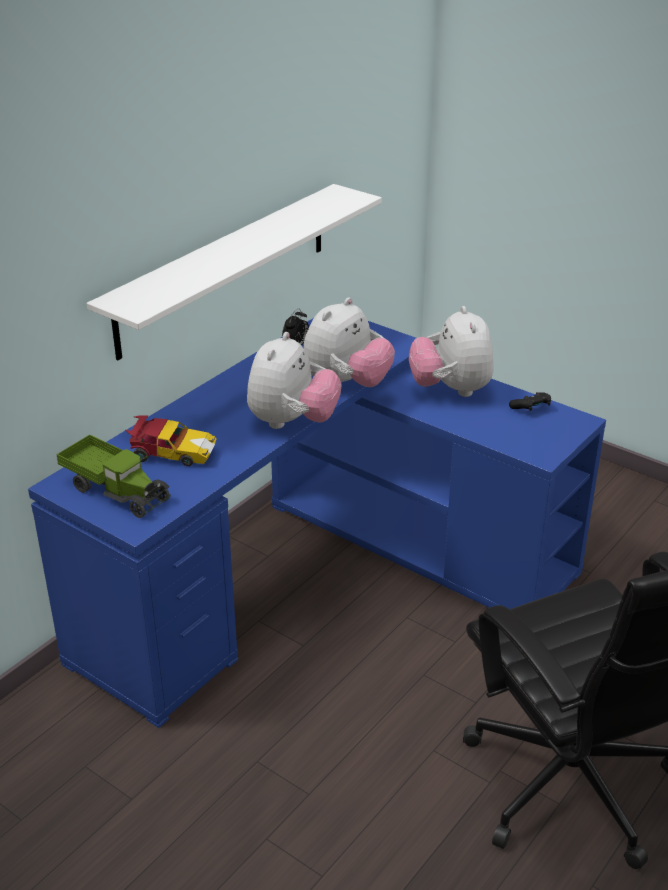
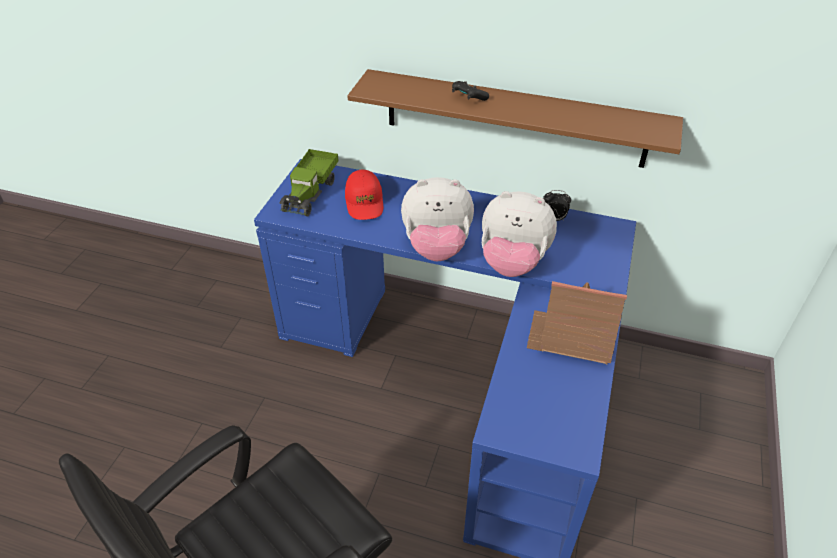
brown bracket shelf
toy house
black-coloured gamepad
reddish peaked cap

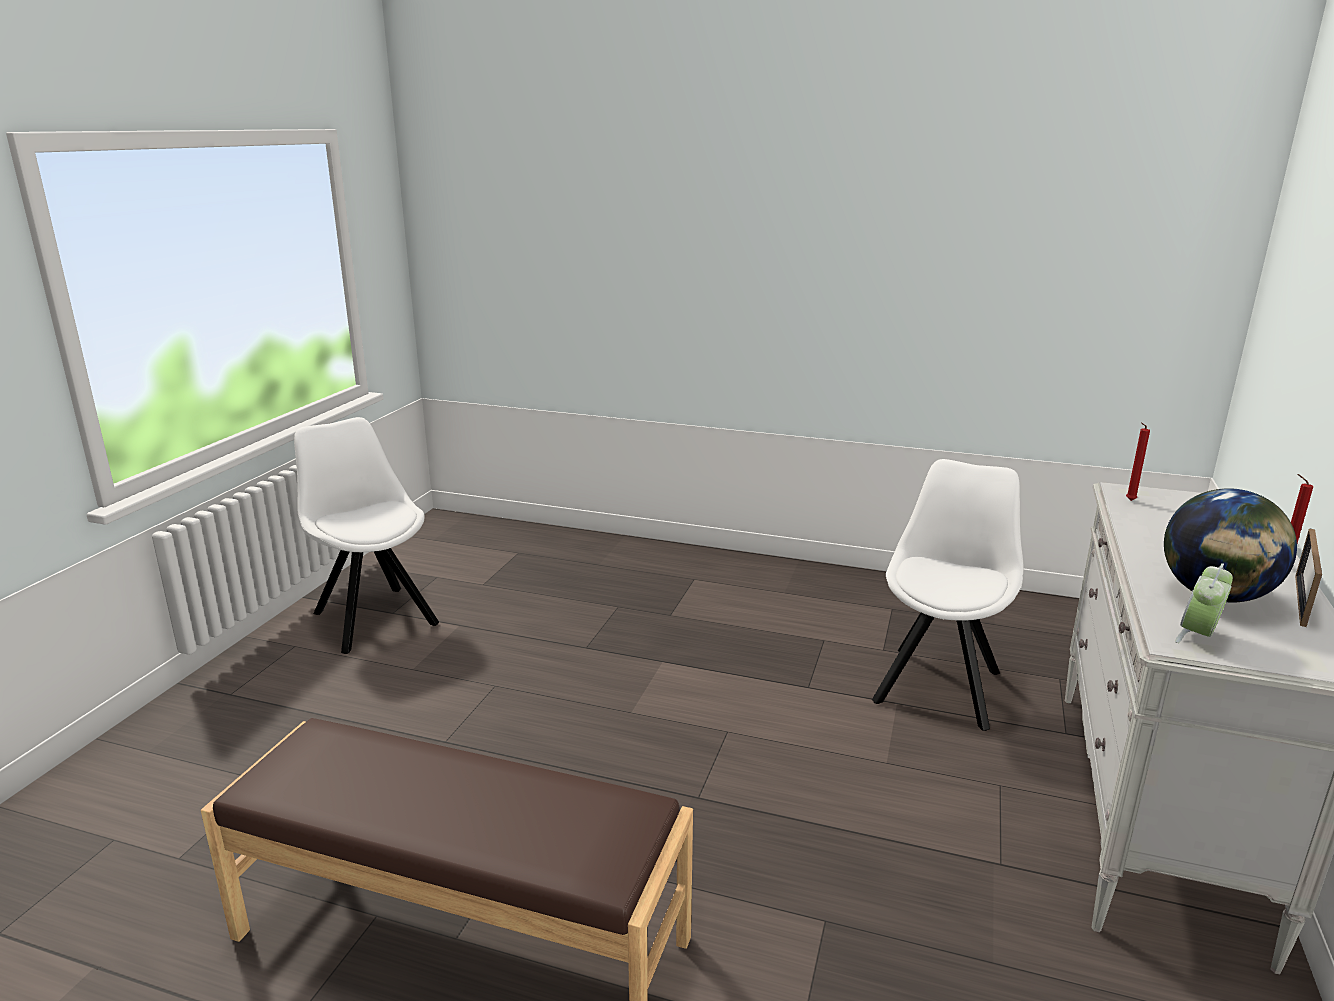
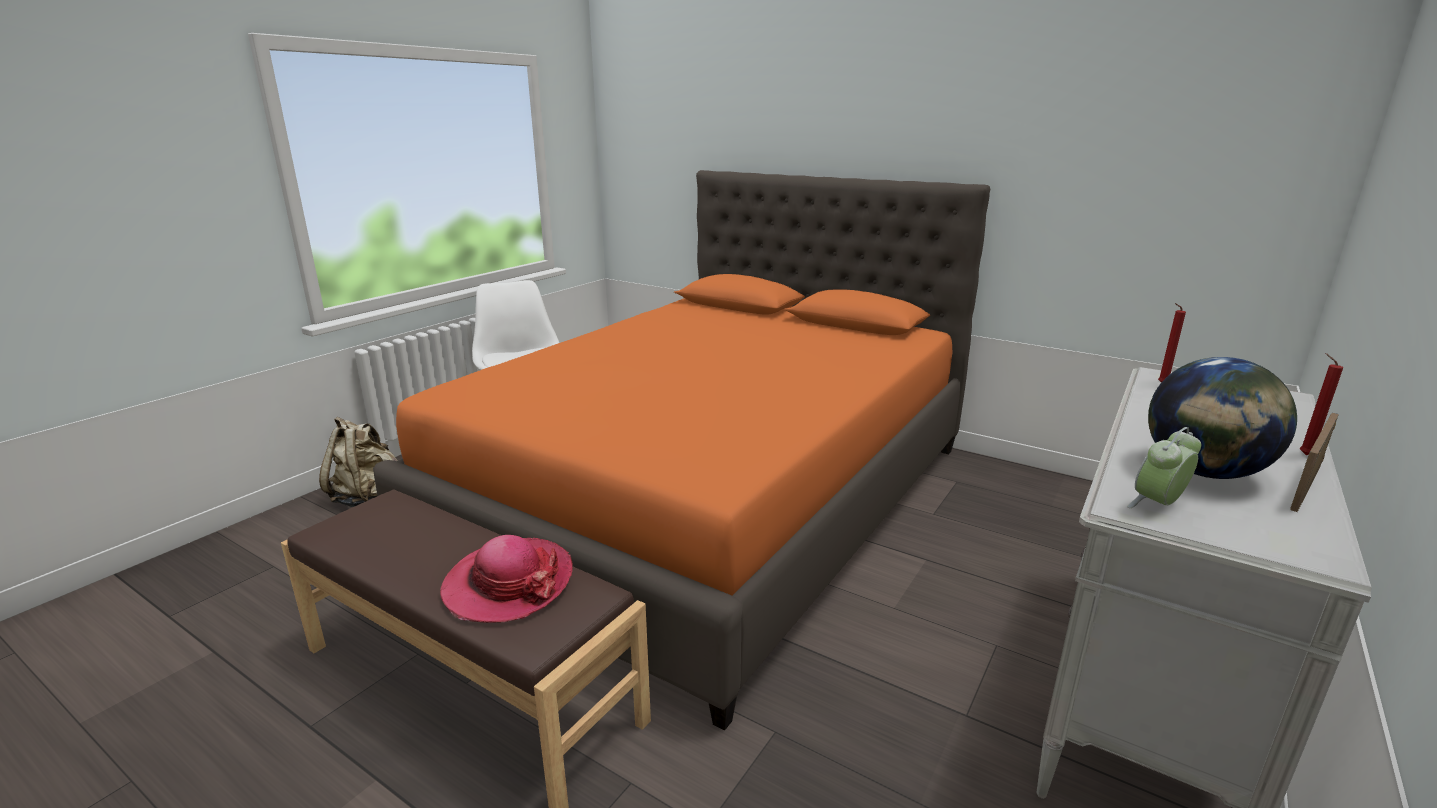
whitish chair (no. 2 from left in the first image)
orange sleeping bed
beige-coloured backpack
hat

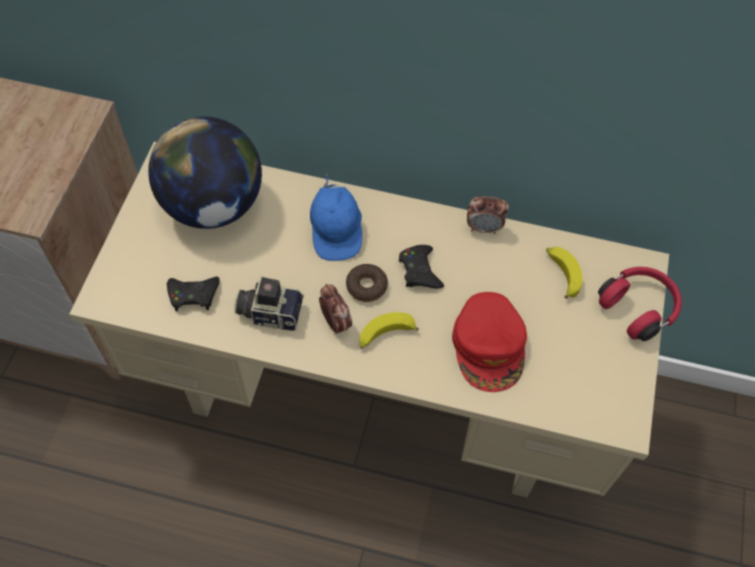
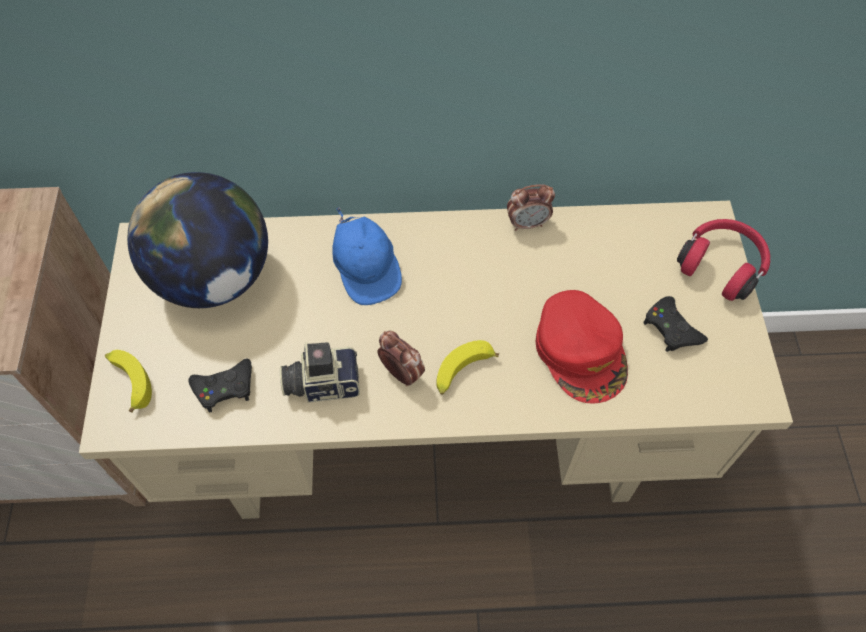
black-coloured gamepad (no. 2 from left)
whole banana (no. 1 from left)
ring doughnut

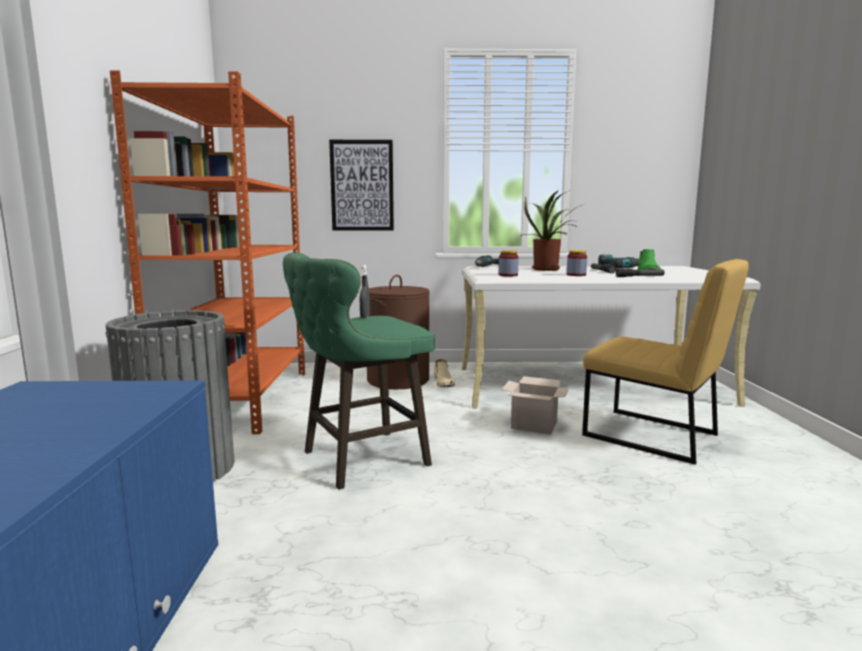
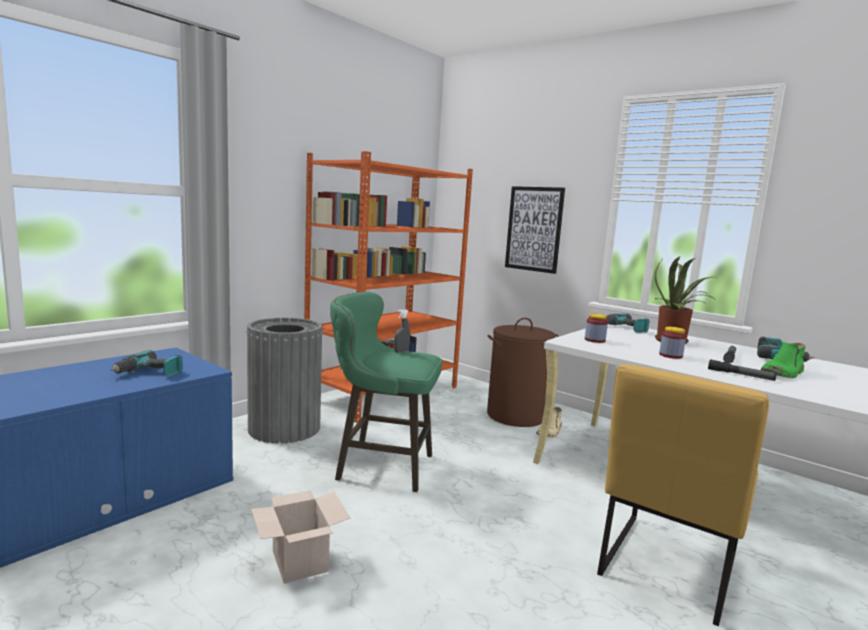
yellow chair
packing box
drill (no. 1 from left)

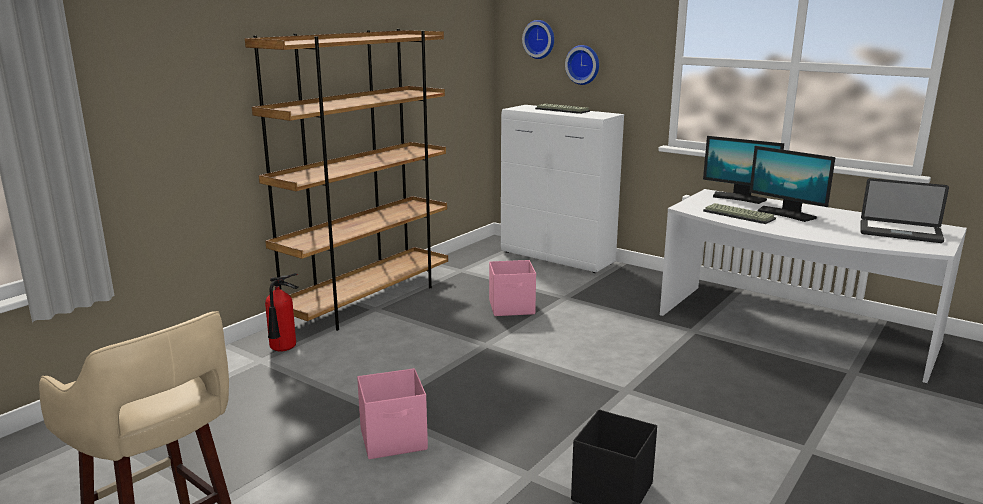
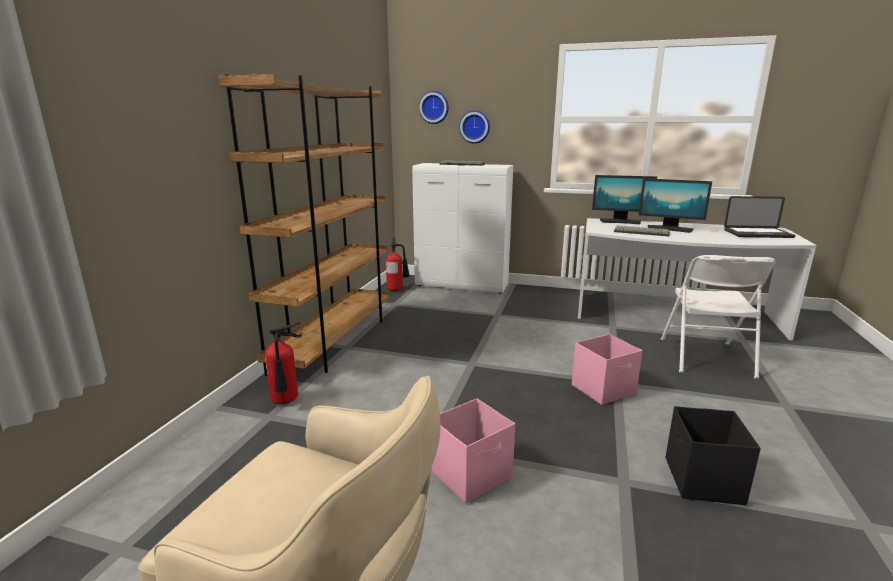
pink-coloured storage box (no. 2 from left)
fire-fighting cylinder (no. 2 from left)
whitish chair

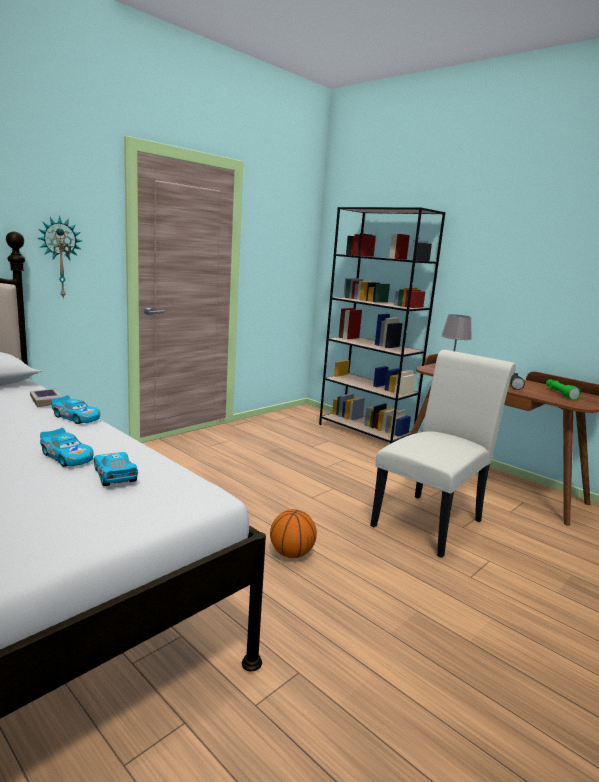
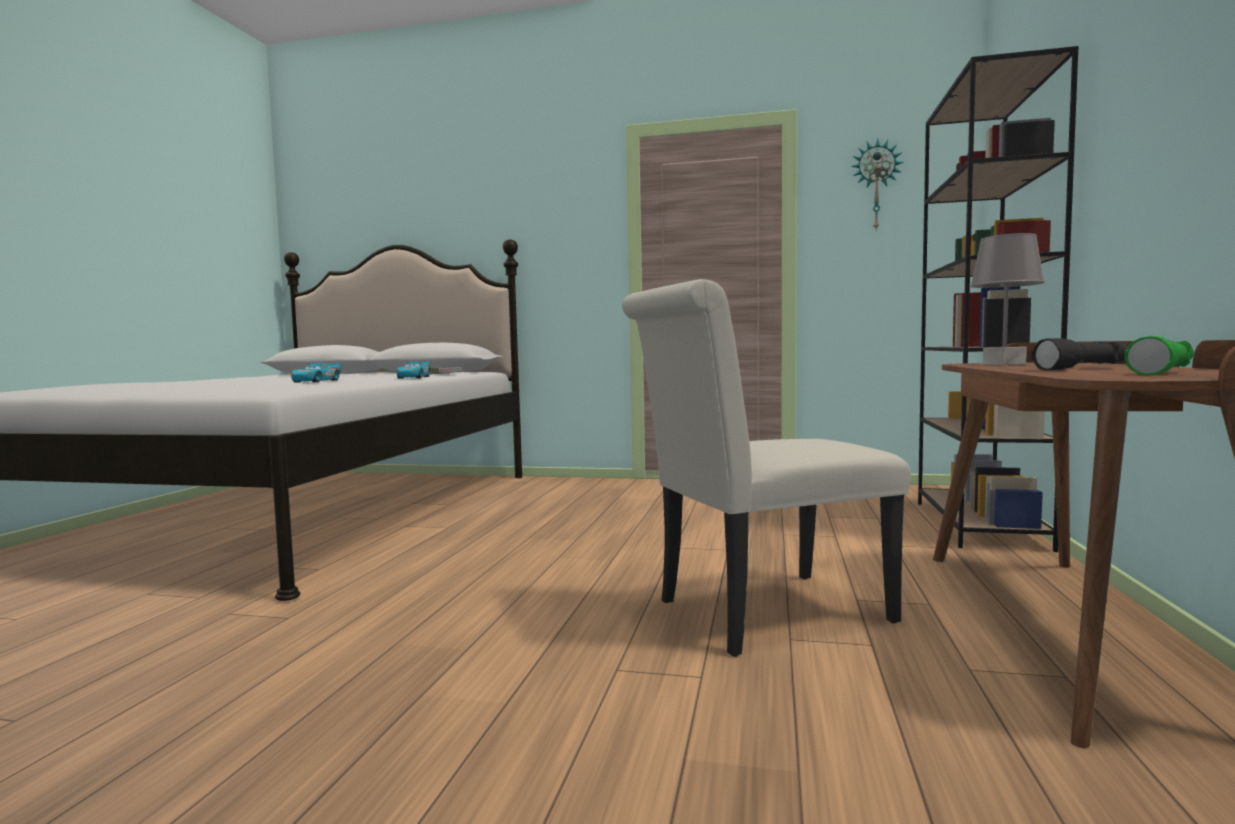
hanging clock
whitish chair
model car (no. 3 from left in the first image)
basketball

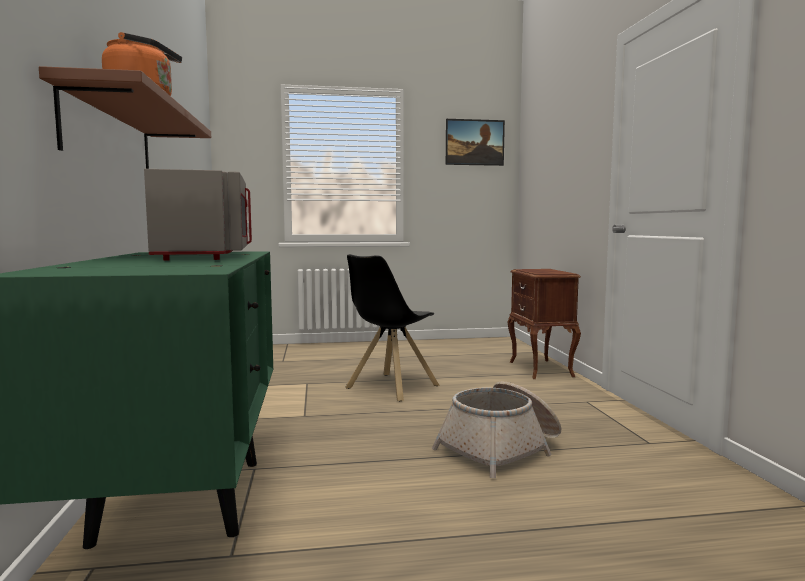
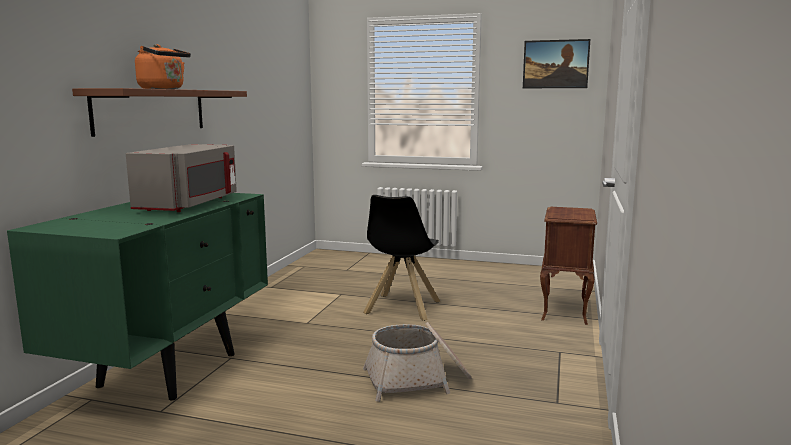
black-coloured chair

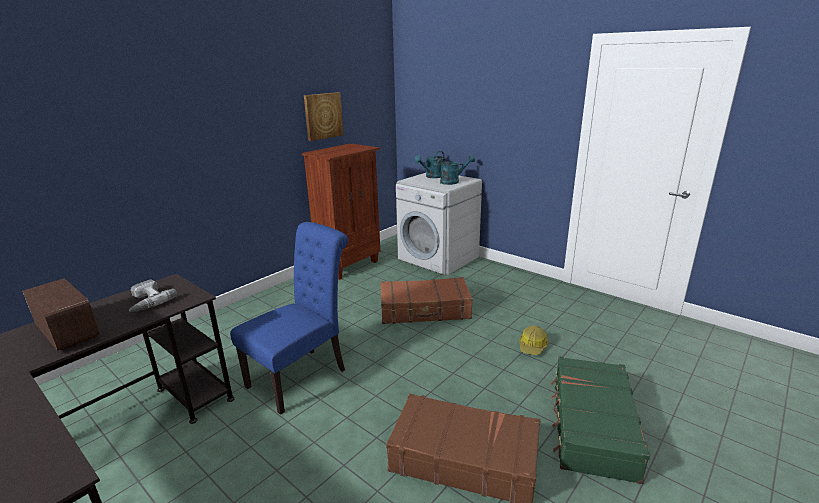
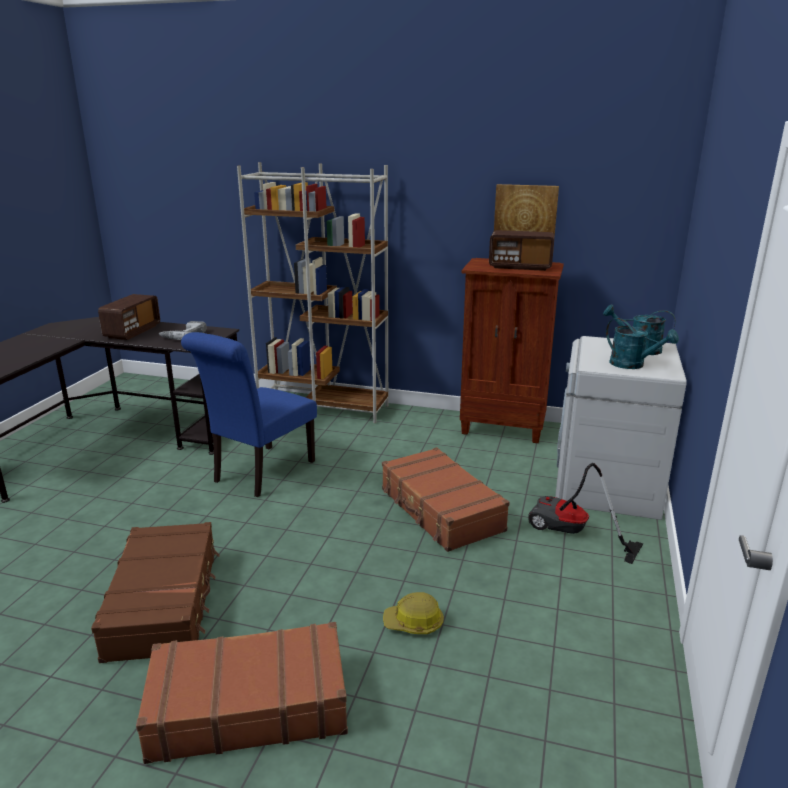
bluish chair
brown suitcase (no. 2 from left)
brown shelving unit
radio set (no. 2 from left)
vacuum cleaner

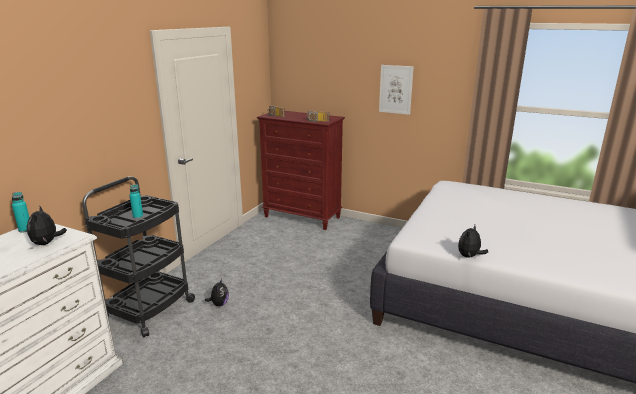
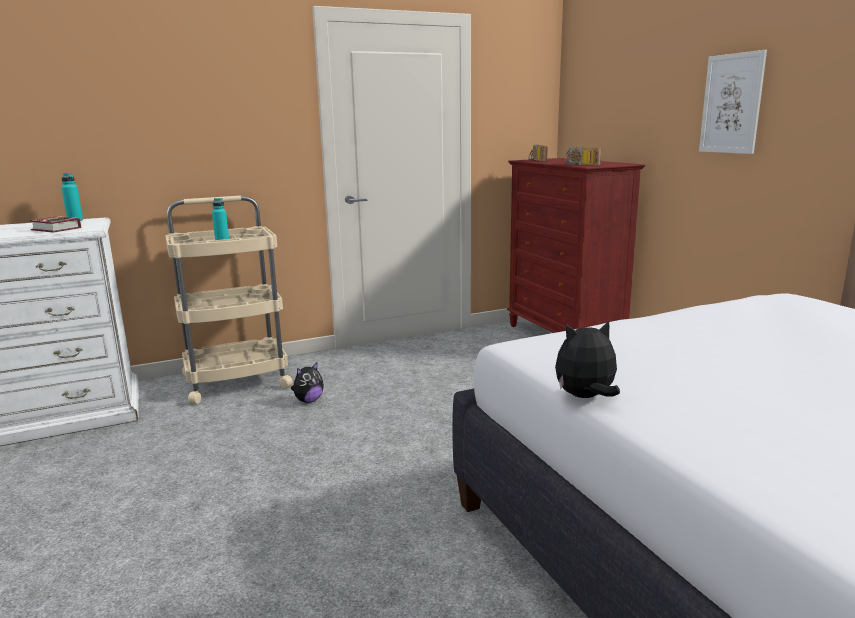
beige-coloured cart
volume

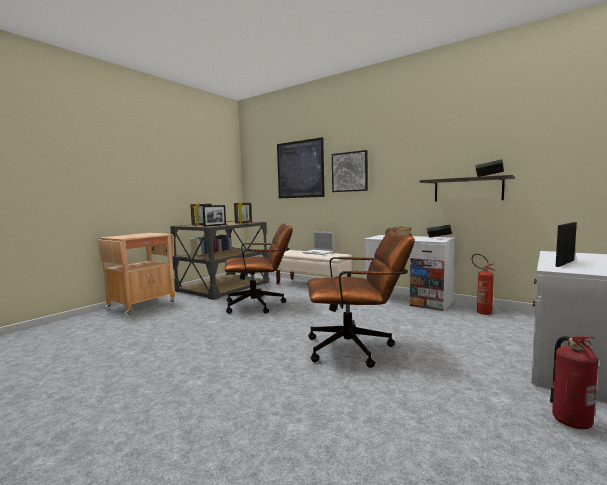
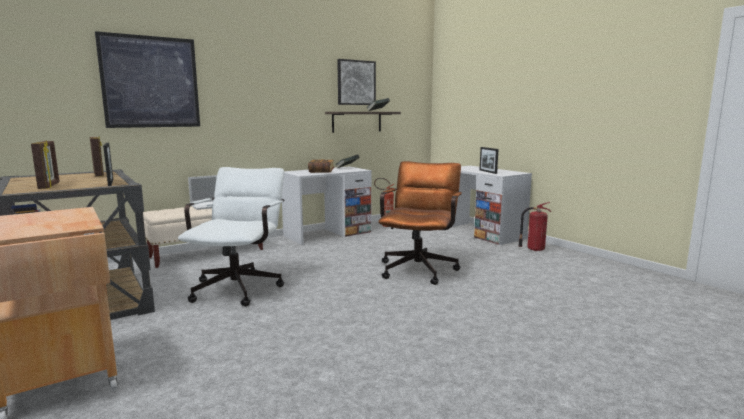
wall picture (no. 2 from left)
whitish office chair

